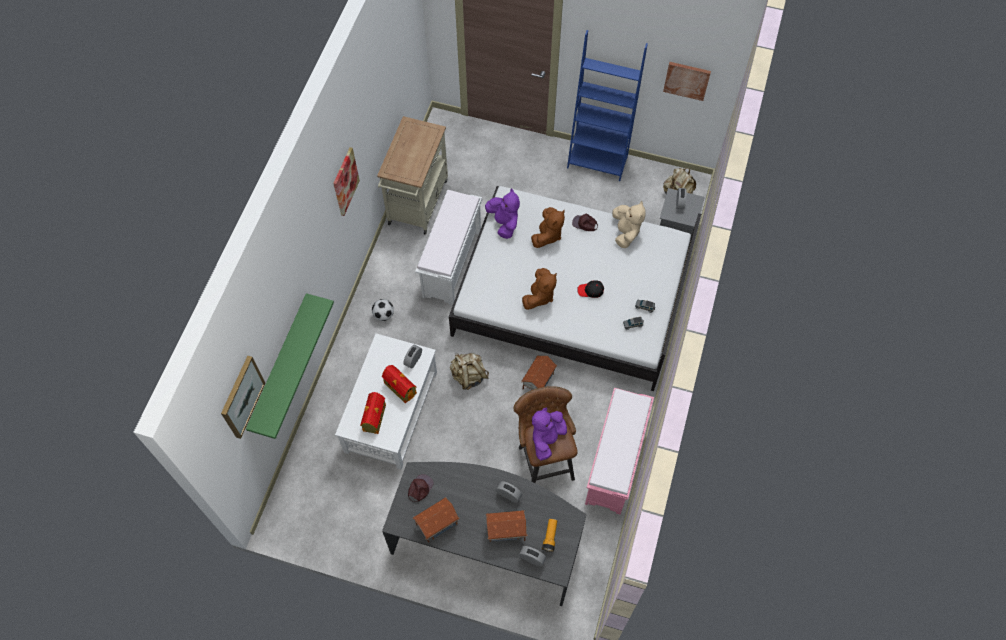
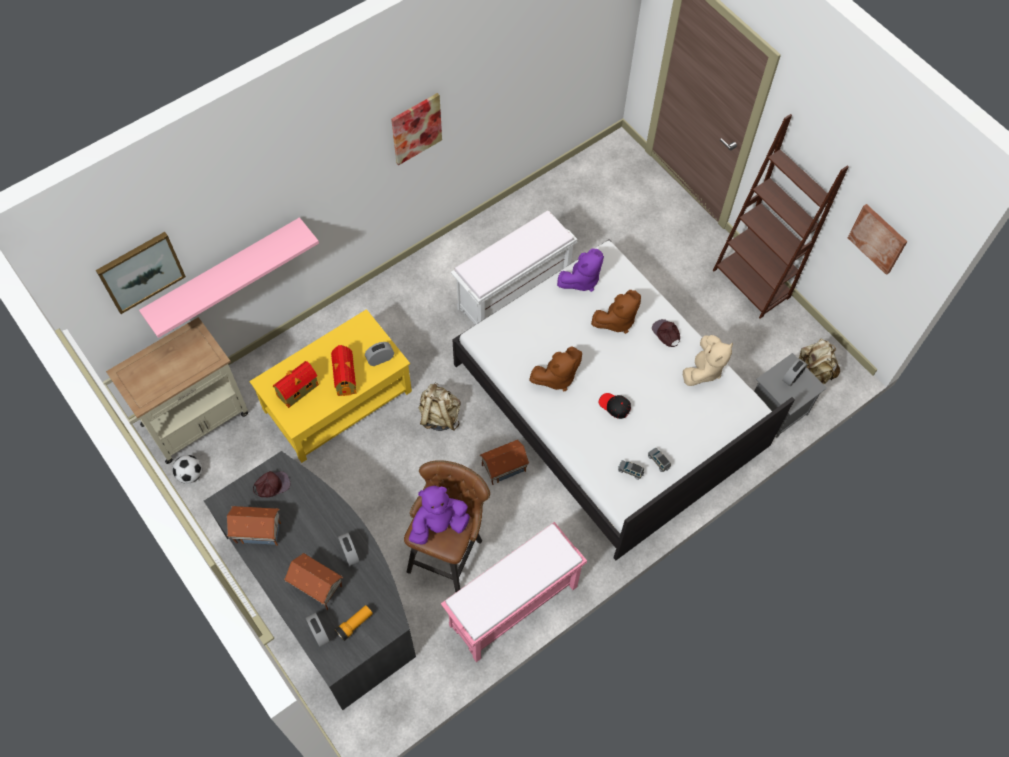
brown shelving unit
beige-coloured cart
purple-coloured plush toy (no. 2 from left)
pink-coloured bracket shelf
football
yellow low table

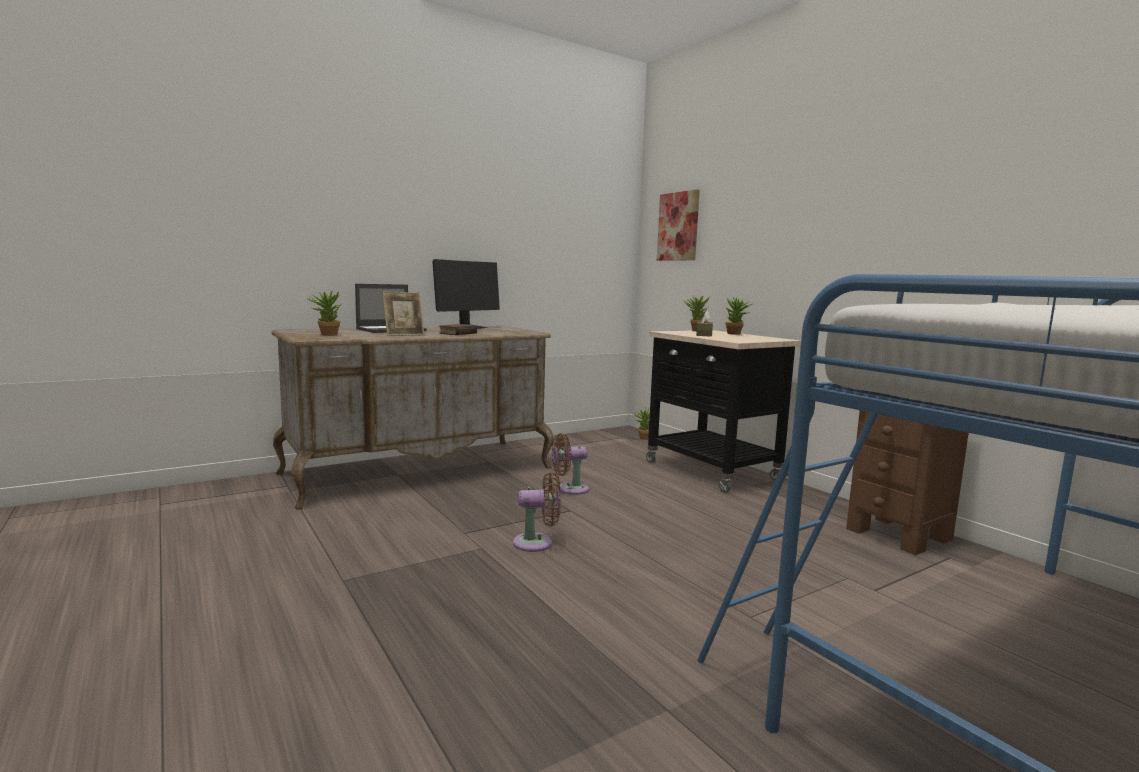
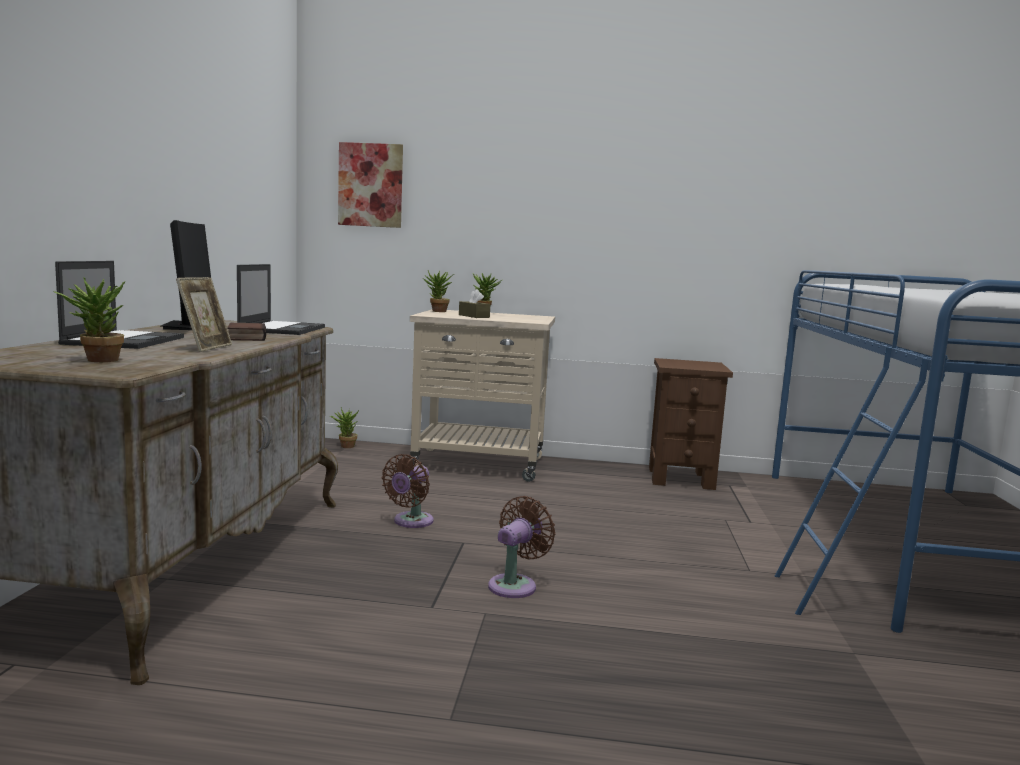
beige-coloured cart
portable computer (no. 2 from left)

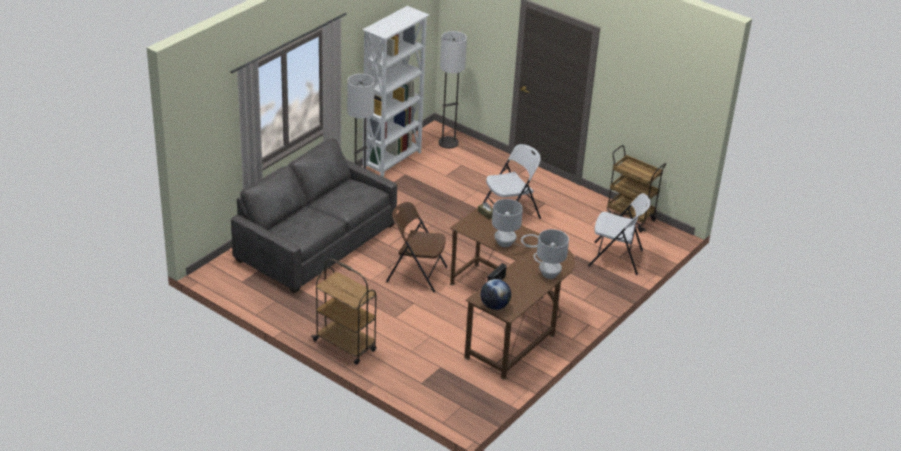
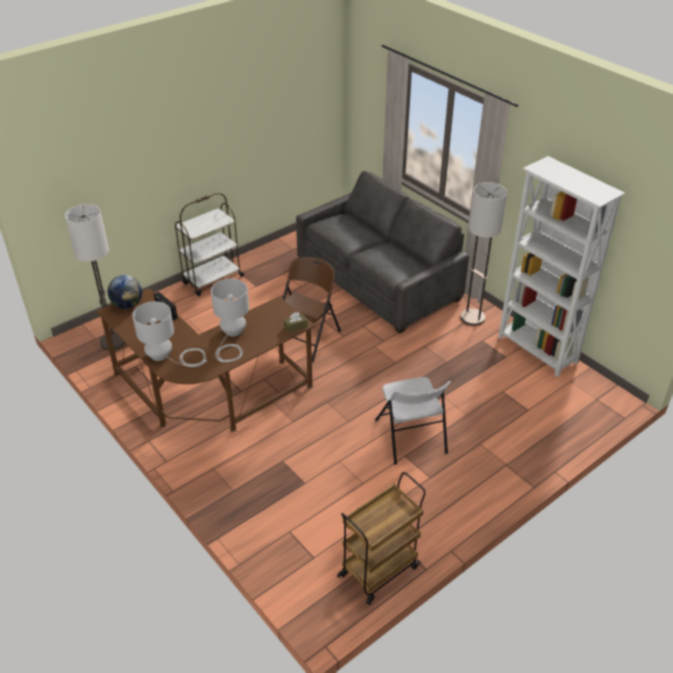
standard lamp (no. 1 from left)
whitish chair (no. 2 from left in the first image)
whitish cart

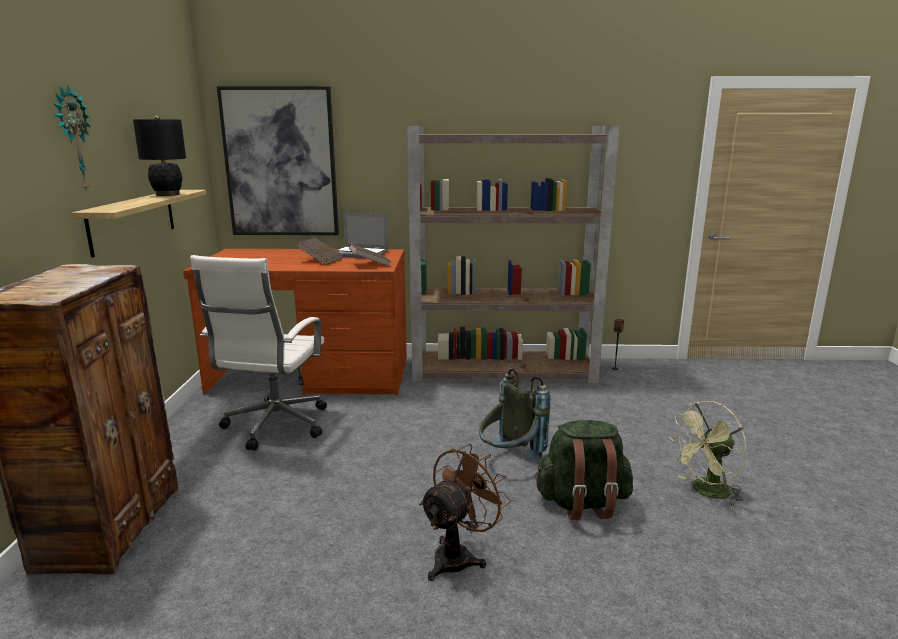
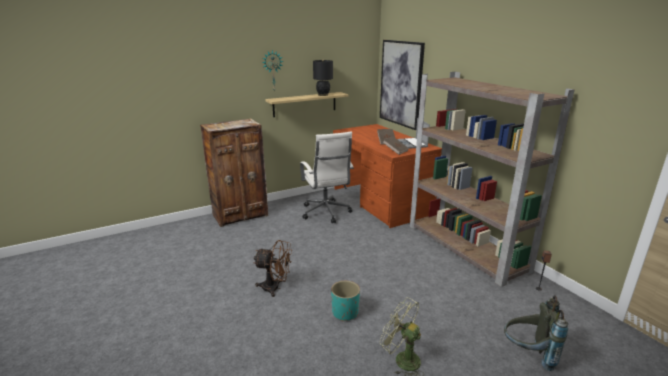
whitish office chair
gray backpack
turquoise-coloured planter

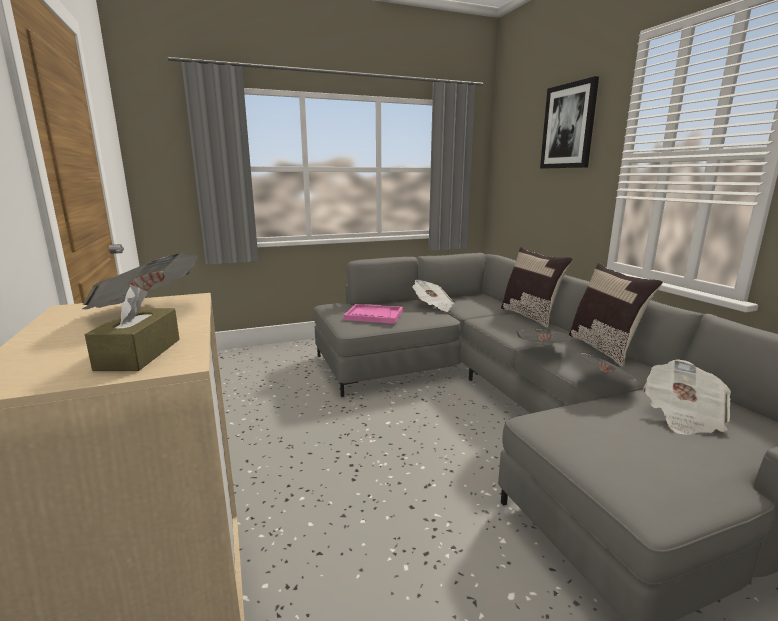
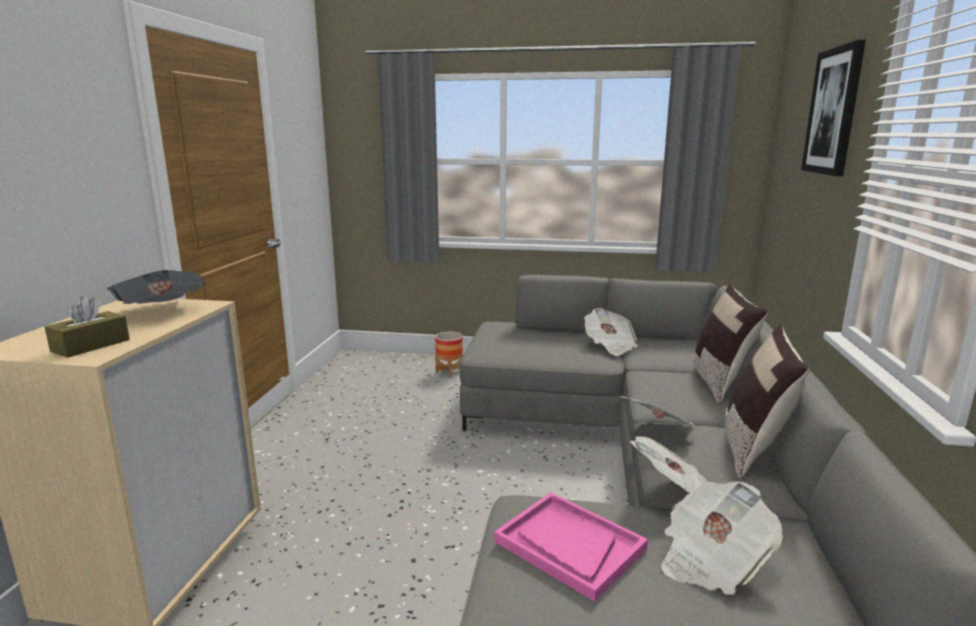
pink-coloured carrying tray
planter

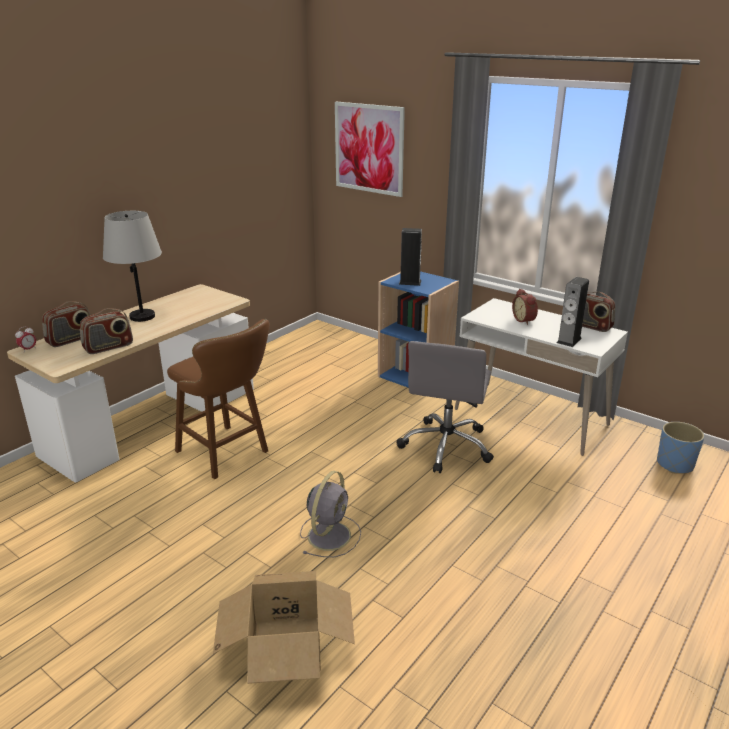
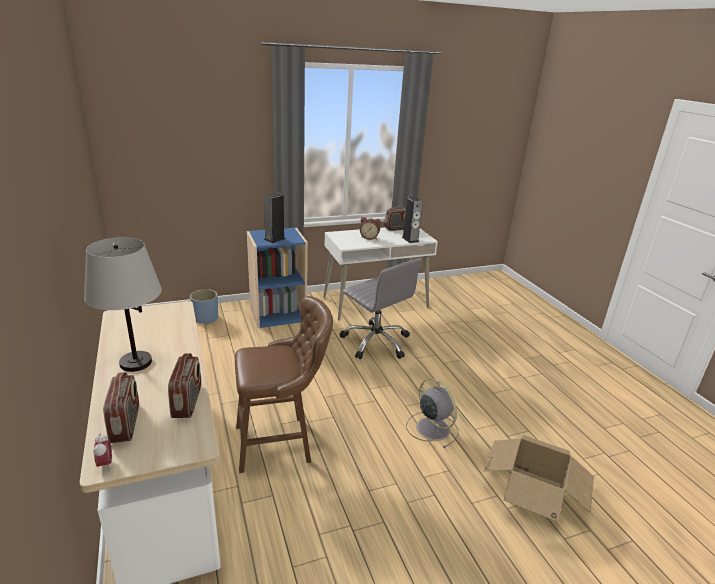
wall picture
bluish planter

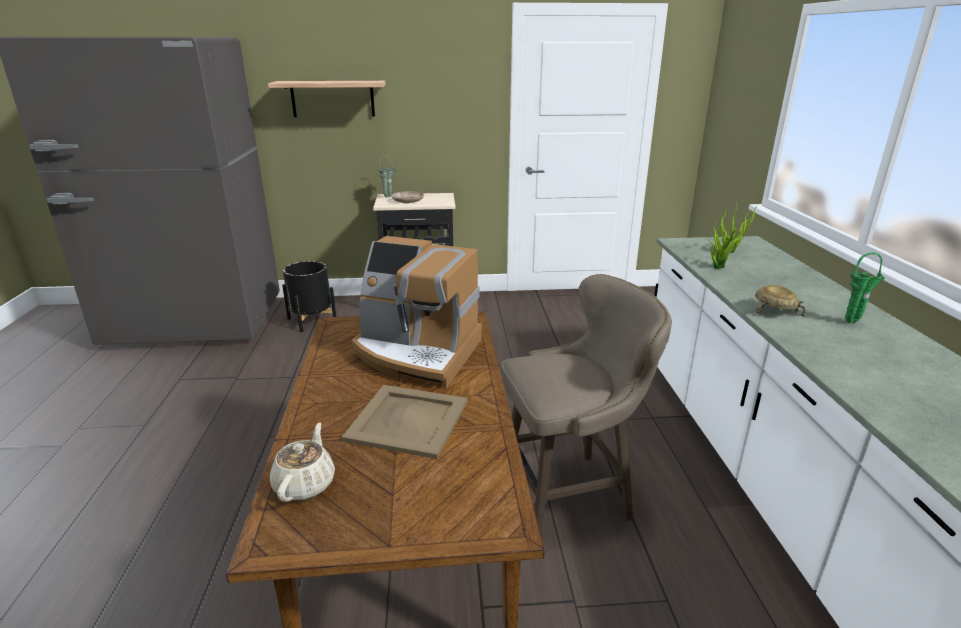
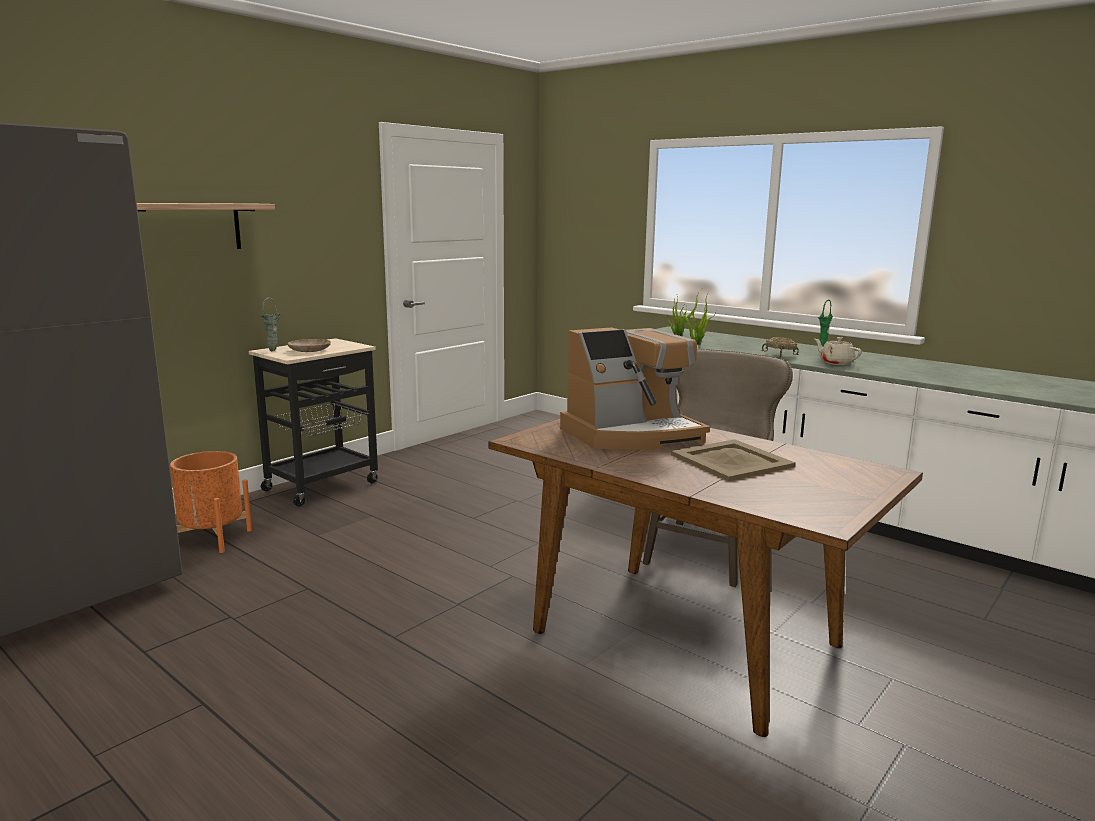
orange planter
beige-coloured tea pot

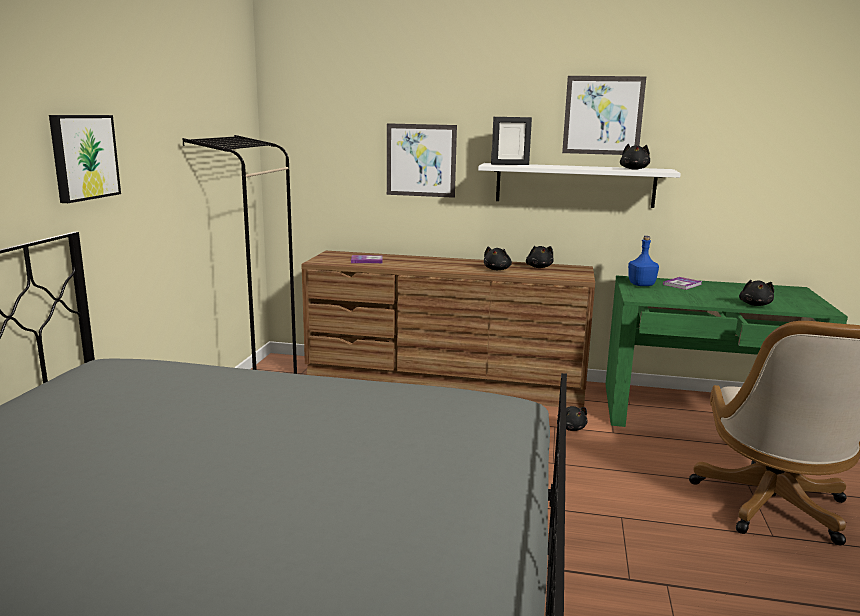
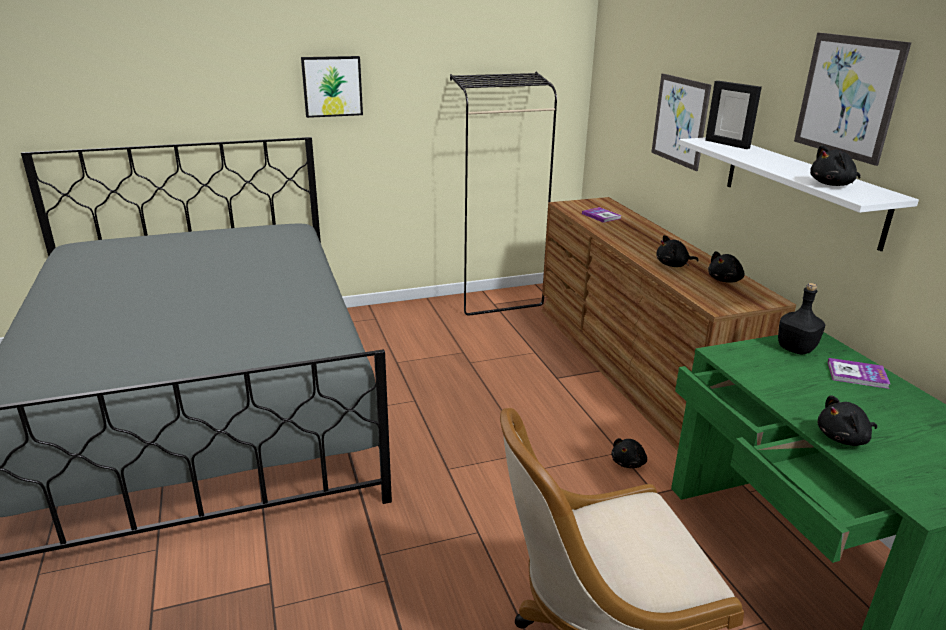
black-coloured beverage bottle

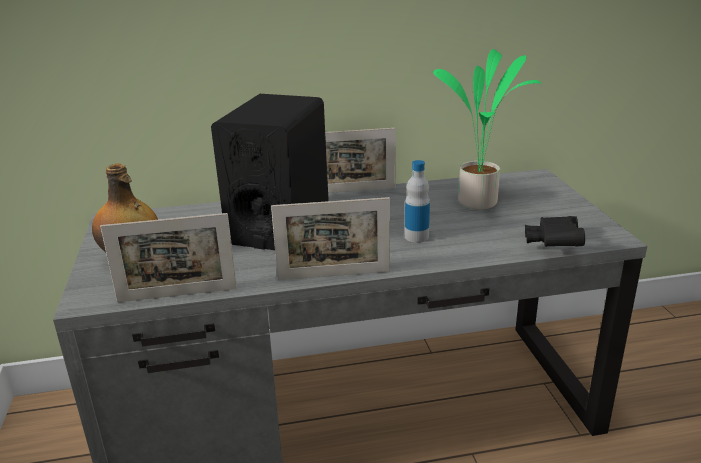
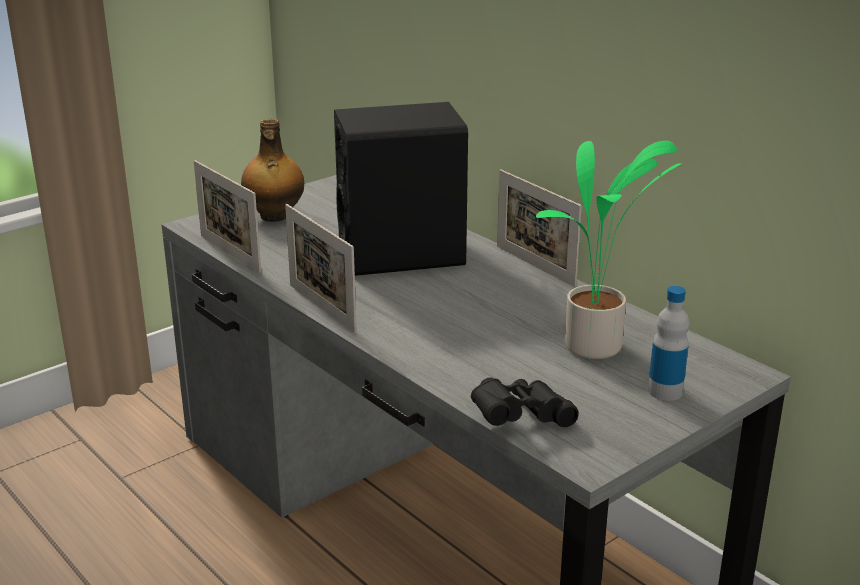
beverage bottle (no. 2 from left)

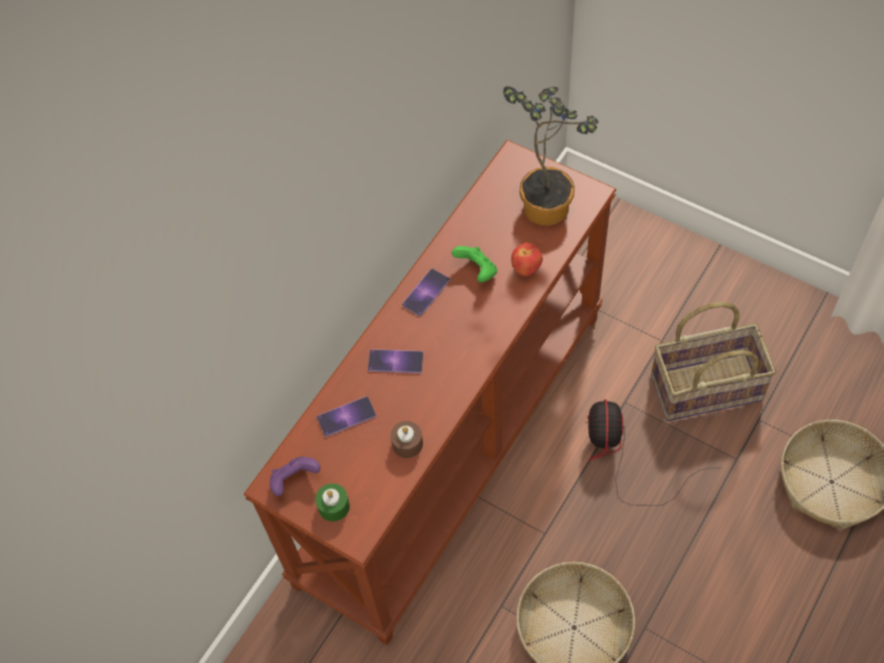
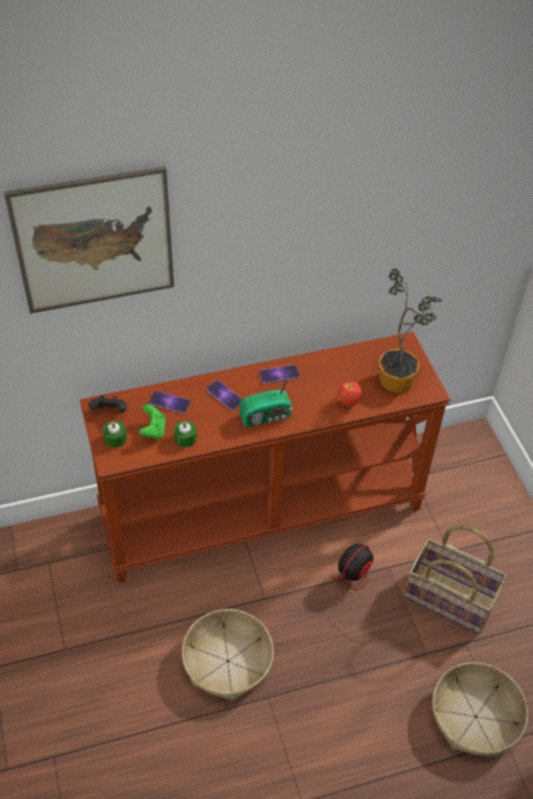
green-coloured gamepad
green-coloured wax light (no. 2 from left)
black-coloured gamepad
wall picture
radio set

